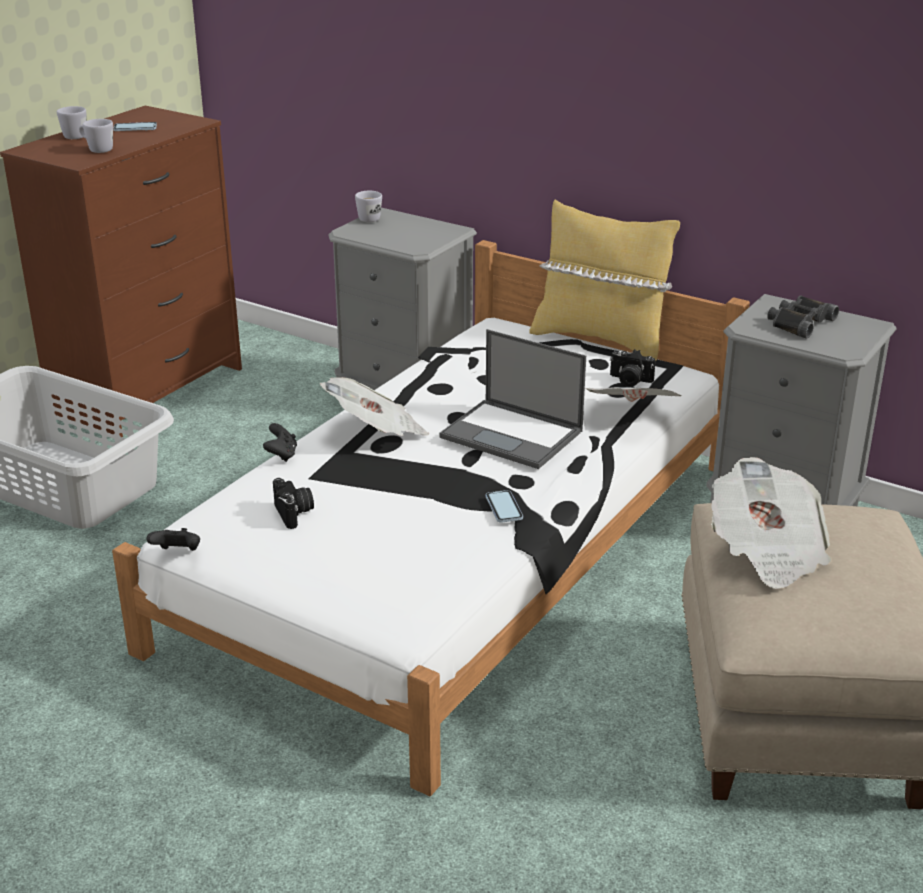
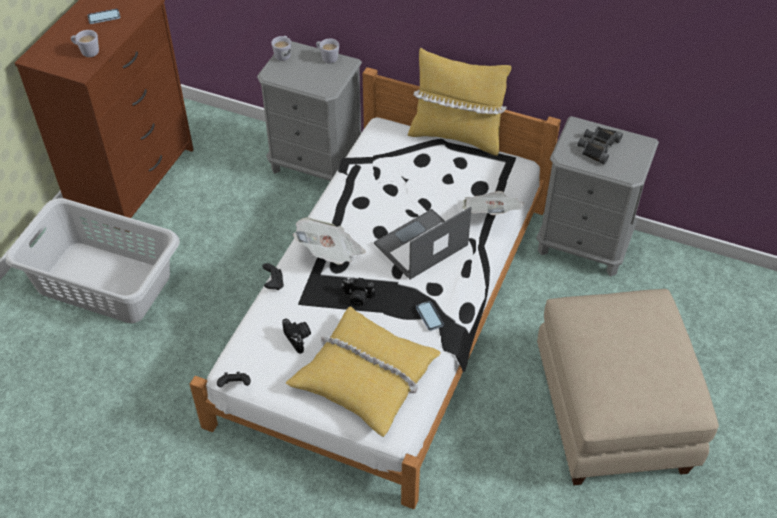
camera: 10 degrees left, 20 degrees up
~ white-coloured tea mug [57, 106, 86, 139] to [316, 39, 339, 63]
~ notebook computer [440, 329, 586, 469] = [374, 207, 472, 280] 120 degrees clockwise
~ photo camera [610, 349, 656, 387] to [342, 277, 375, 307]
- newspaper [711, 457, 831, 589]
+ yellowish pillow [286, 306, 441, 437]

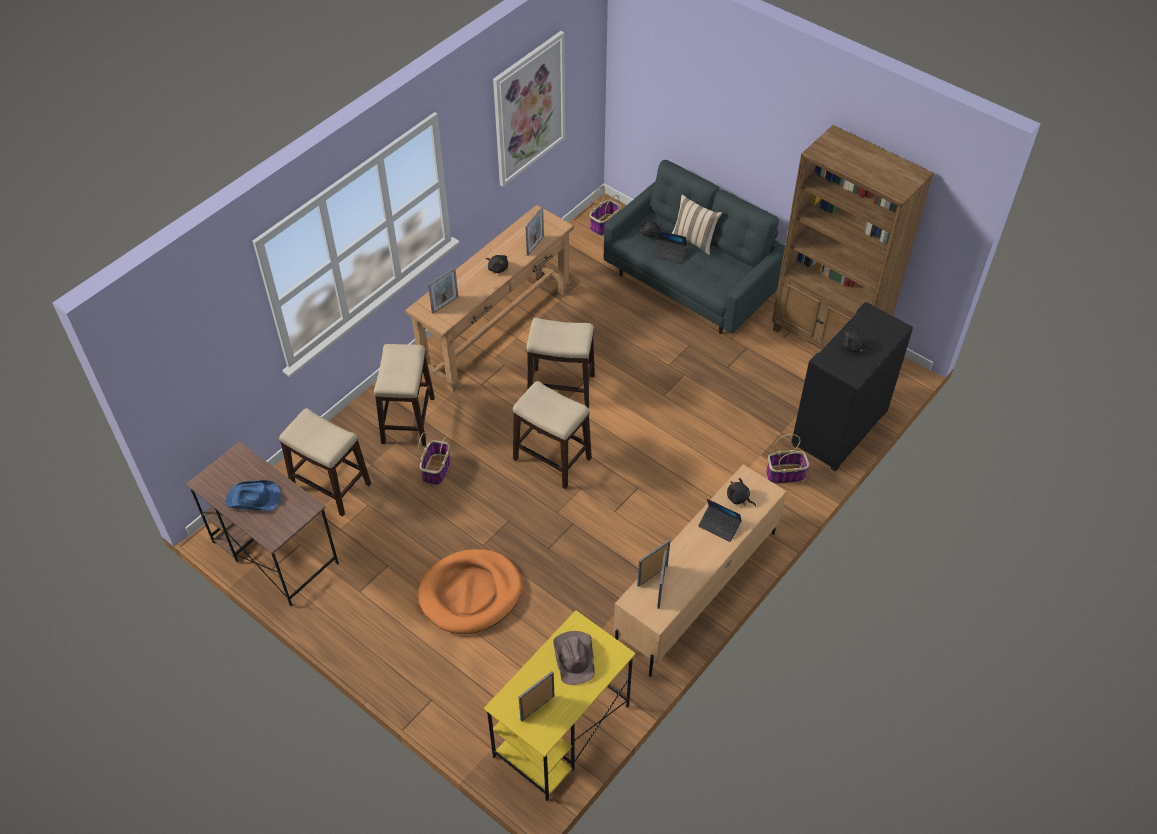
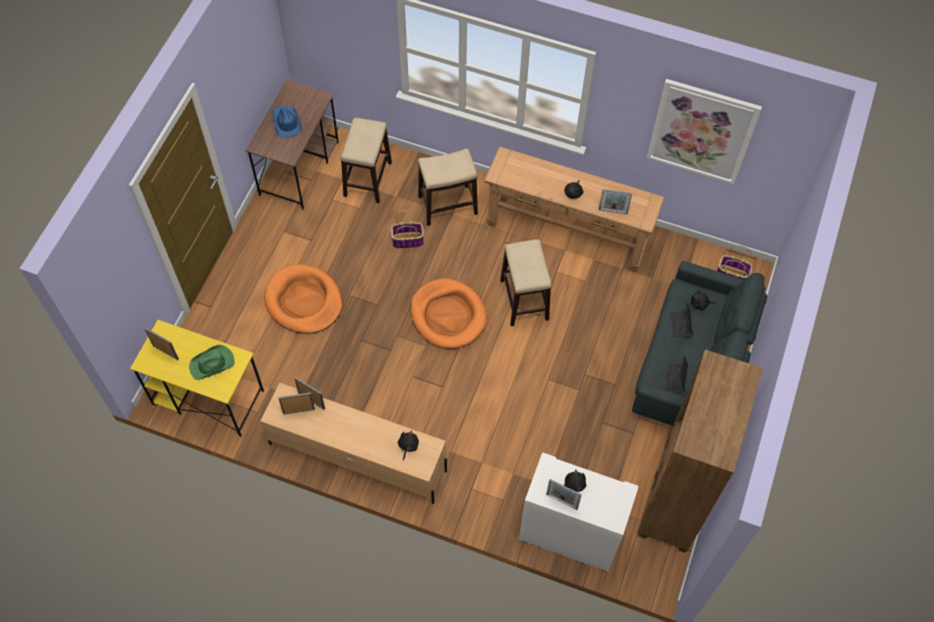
camera: 70 degrees right, 10 degrees up
~ picture frame [428, 268, 458, 313] to [546, 479, 582, 510]
~ stool seat [513, 381, 592, 489] to orange-coloured dog cushion [410, 279, 487, 349]
~ brownish wearable hat [553, 631, 595, 685] to green-coloured wearable hat [189, 345, 235, 380]
- beige pillow [671, 194, 722, 255]
~ notebook computer [698, 499, 742, 542] to [665, 355, 688, 391]
- storage basket [766, 434, 809, 484]
~ black-coloured storage cabinet [791, 302, 913, 472] to white-coloured storage cabinet [519, 452, 639, 572]

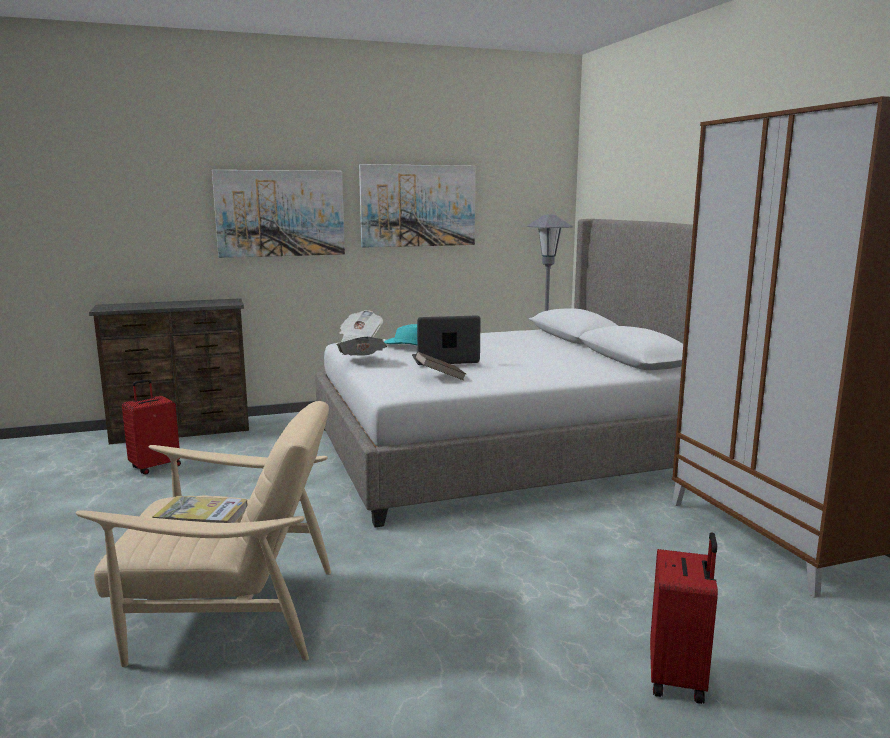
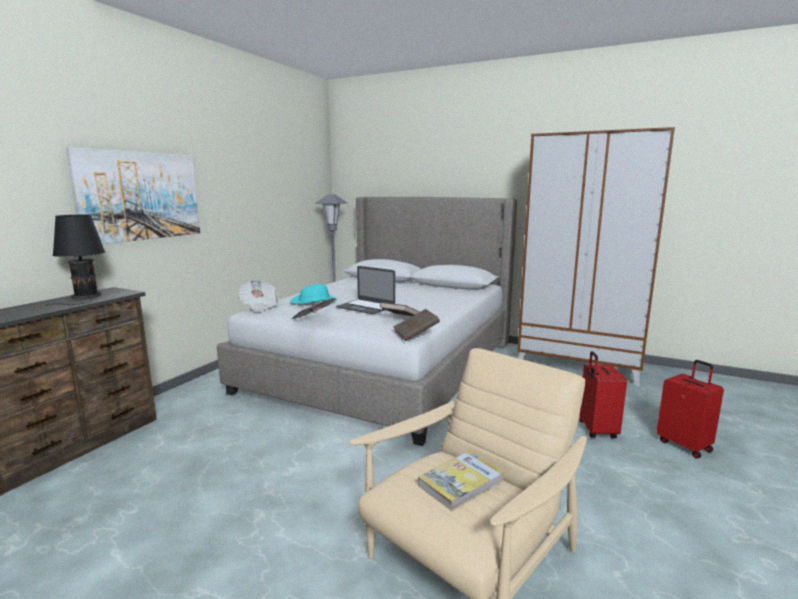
camera: 45 degrees left, 0 degrees up
~ red piece of luggage [122, 379, 181, 474] to [579, 351, 627, 438]
- picture [359, 164, 475, 248]
~ notebook computer [412, 315, 481, 365] = [336, 266, 395, 314] 90 degrees counterclockwise
+ black-coloured table lamp [46, 215, 106, 306]
+ brownish book [394, 309, 440, 341]

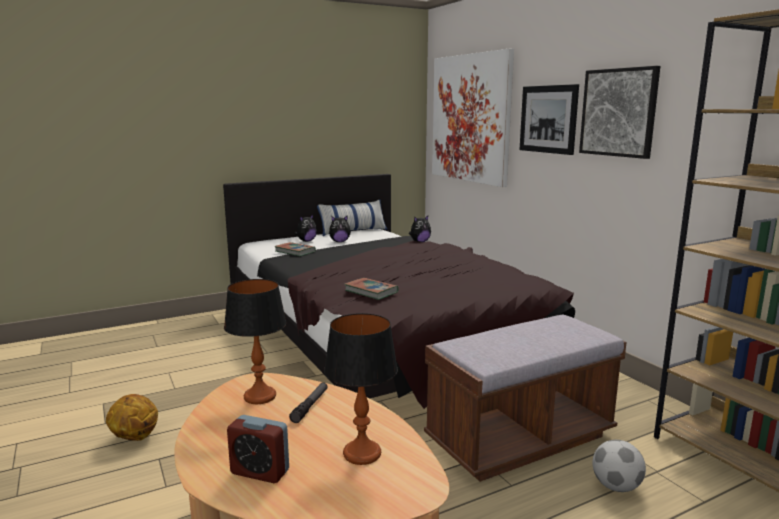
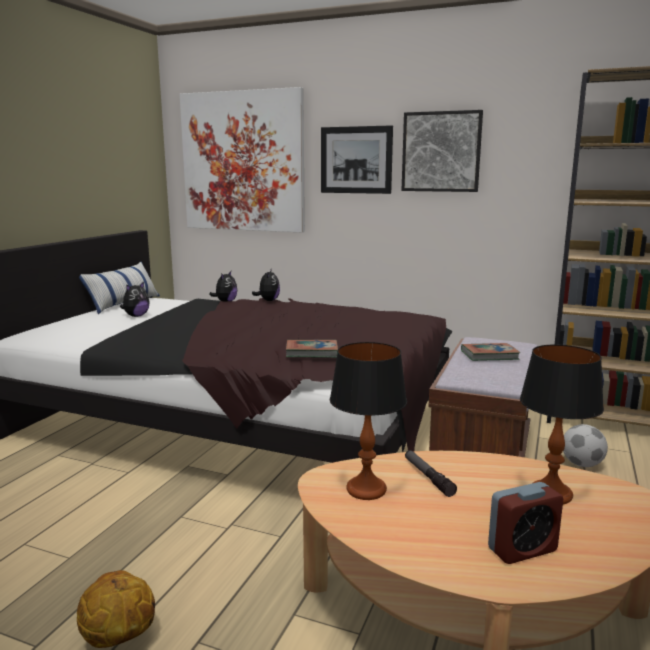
camera: 40 degrees left, 0 degrees up
~ book [274, 242, 316, 256] to [461, 343, 520, 361]
~ soft toy [294, 214, 317, 242] to [252, 268, 280, 301]

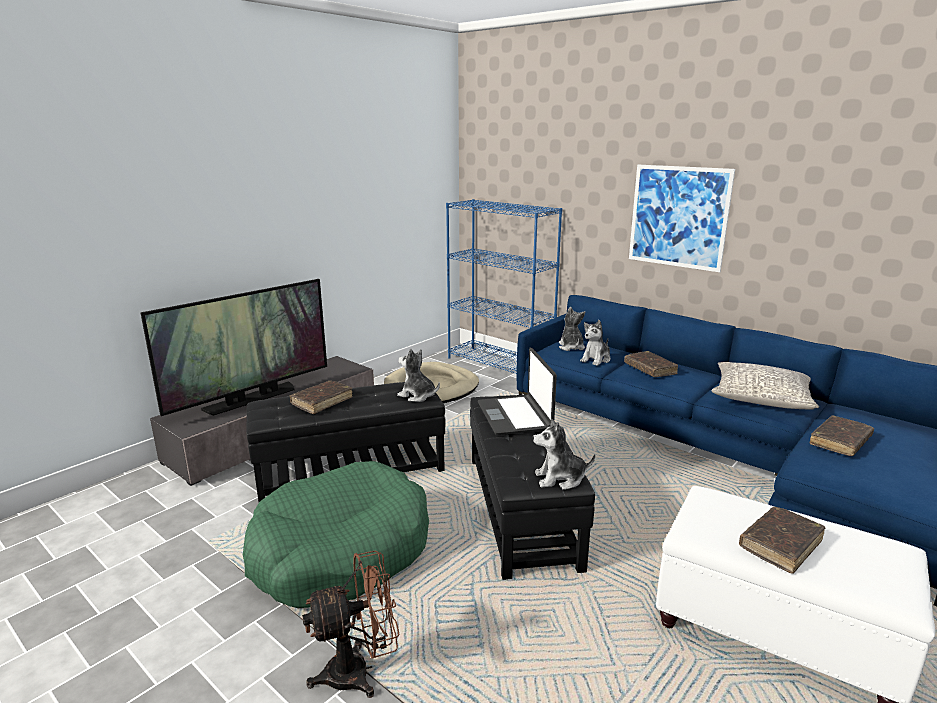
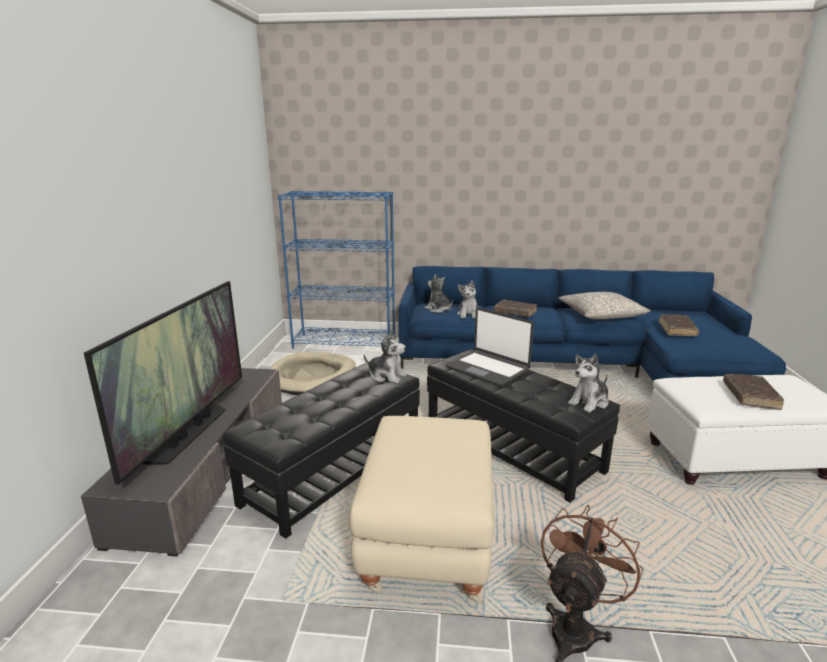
camera: 35 degrees left, 0 degrees up
~ green-coloured dog cushion [243, 461, 429, 608] to beige footrest [349, 416, 494, 603]
- brownish book [290, 381, 352, 414]
~ soft toy [397, 349, 440, 402] = [364, 330, 407, 383] 150 degrees counterclockwise
- picture [629, 165, 735, 272]

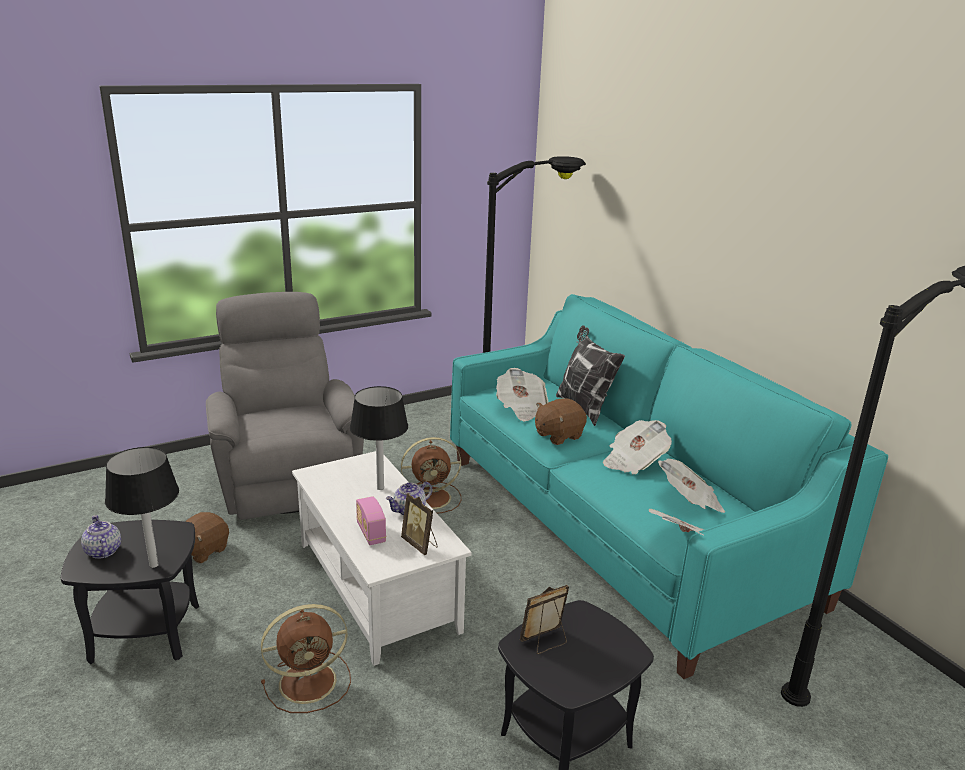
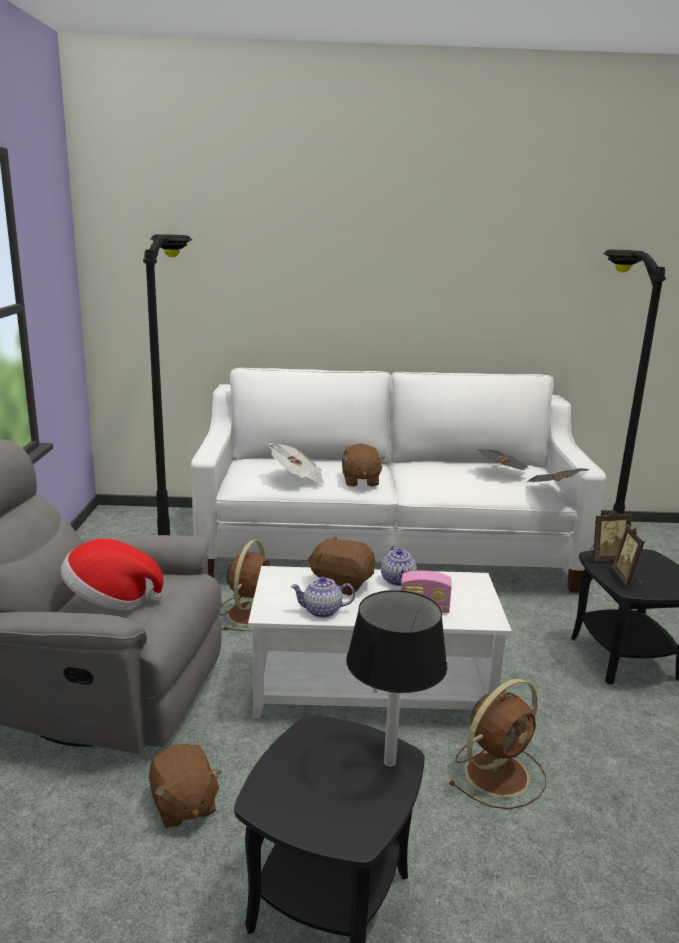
camera: 60 degrees left, 5 degrees down
~ pot for tea [81, 515, 121, 559] to [291, 576, 355, 618]
~ brownish cooling fan [261, 604, 351, 713] = [448, 679, 546, 809] 45 degrees clockwise
~ black-coloured table lamp [350, 386, 408, 490] to brownish soft toy [308, 535, 375, 596]
~ picture frame [401, 493, 438, 555] to [589, 510, 632, 561]
~ blue-green settee [450, 294, 888, 679] to white-coloured settee [191, 368, 606, 593]
- pillow [556, 325, 625, 426]
- newspaper [603, 420, 672, 474]
+ wearable hat [61, 539, 163, 610]

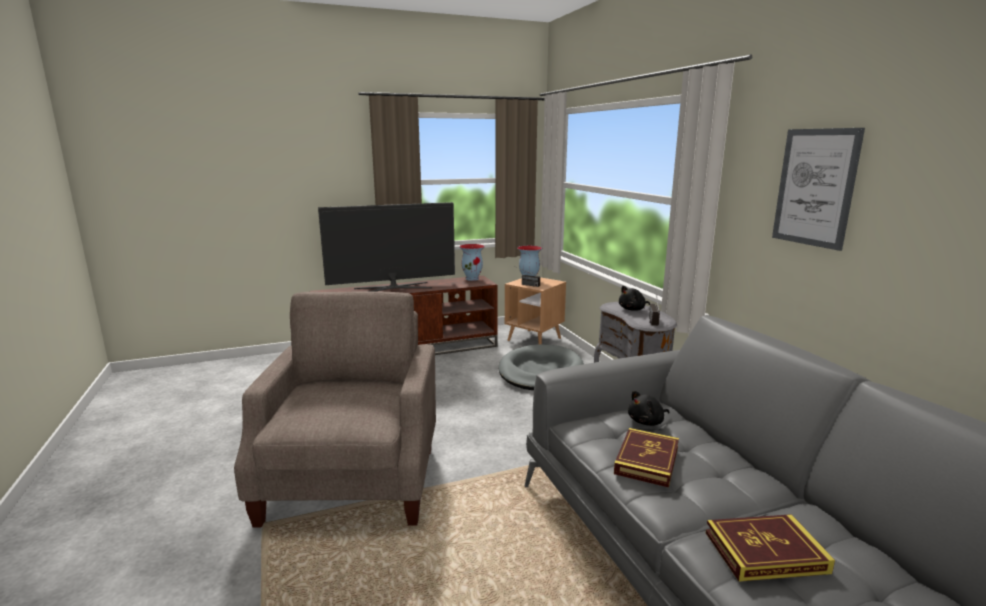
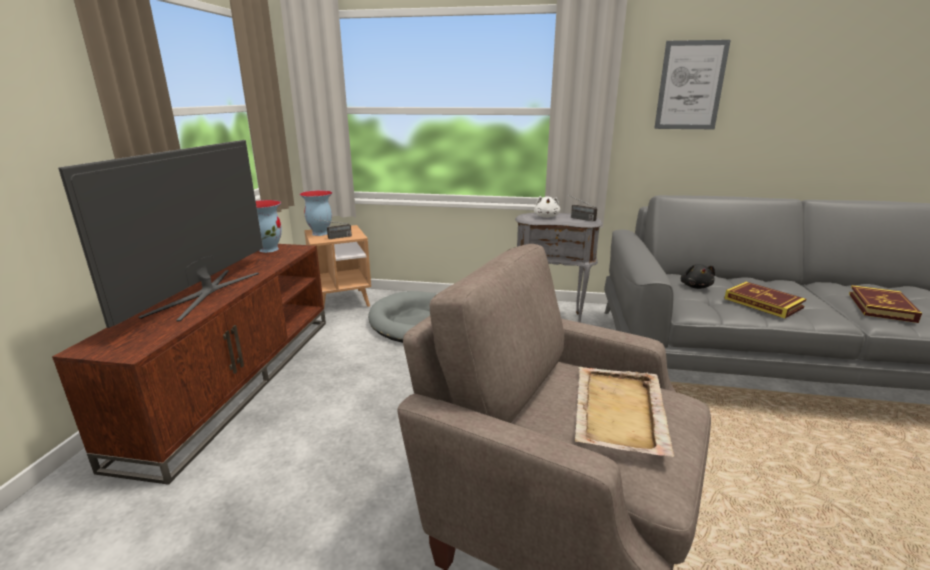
camera: 60 degrees left, 5 degrees up
~ black-coloured soft toy [619, 286, 650, 311] to white-coloured soft toy [534, 196, 560, 218]
+ beige carrying tray [575, 367, 674, 457]

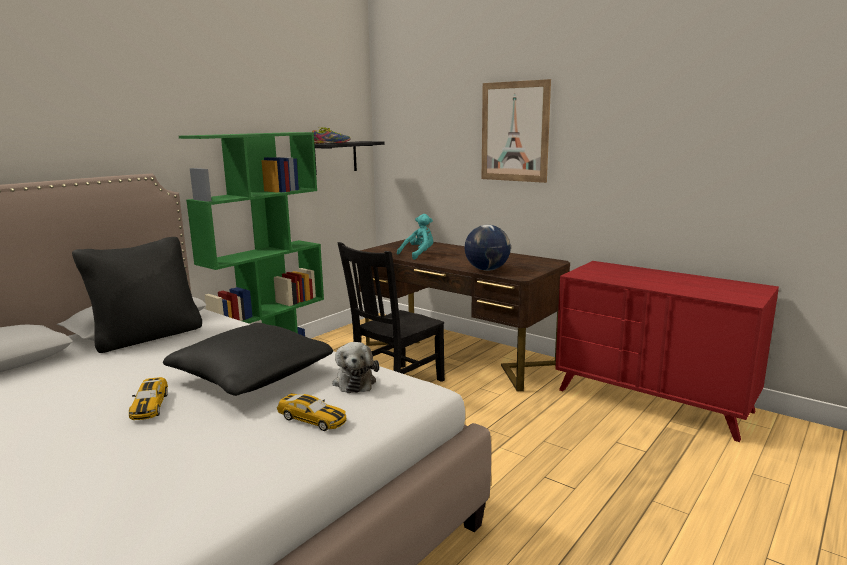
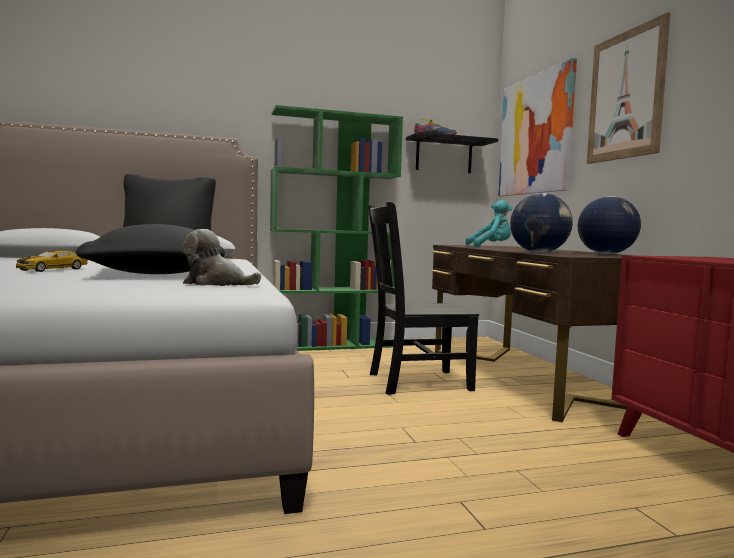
camera: 35 degrees right, 10 degrees down
- model car [277, 393, 347, 431]
~ soft toy [332, 342, 379, 393] = [182, 229, 261, 286] 75 degrees clockwise
+ picture [498, 58, 577, 196]
+ world globe [578, 196, 641, 254]

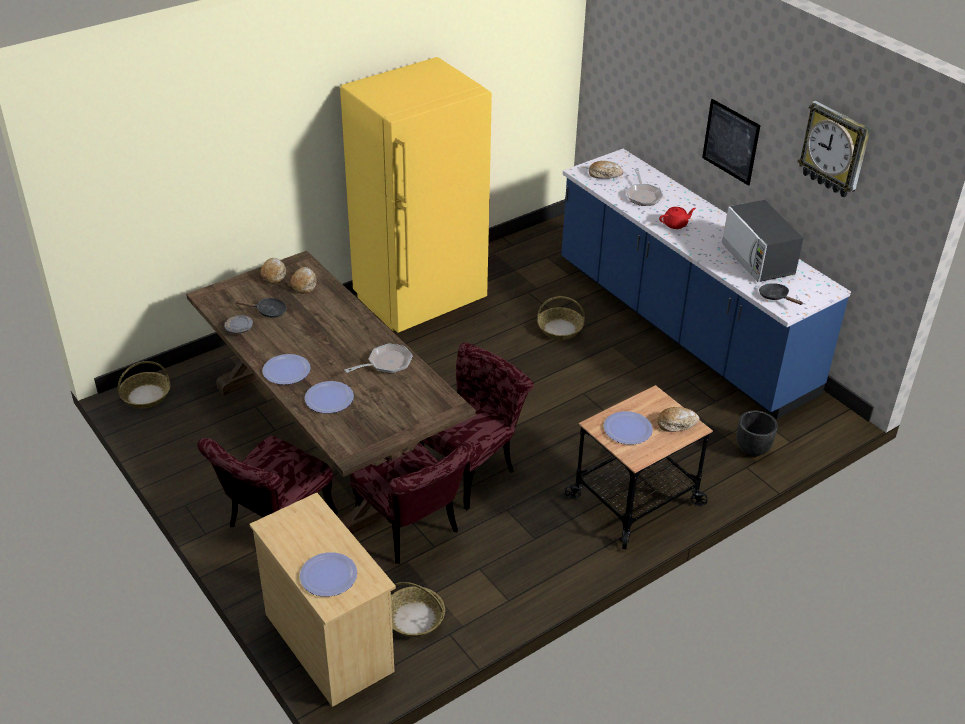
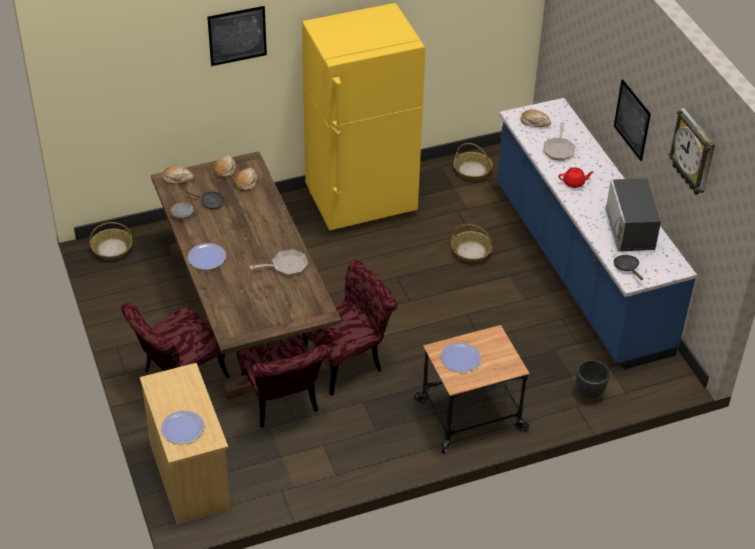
camera: 15 degrees right, 5 degrees up
- plate [305, 381, 354, 413]
~ storage basket [391, 582, 445, 637] to [453, 143, 493, 180]
~ bread [657, 407, 699, 432] to [162, 166, 194, 183]
+ picture [207, 6, 267, 66]

